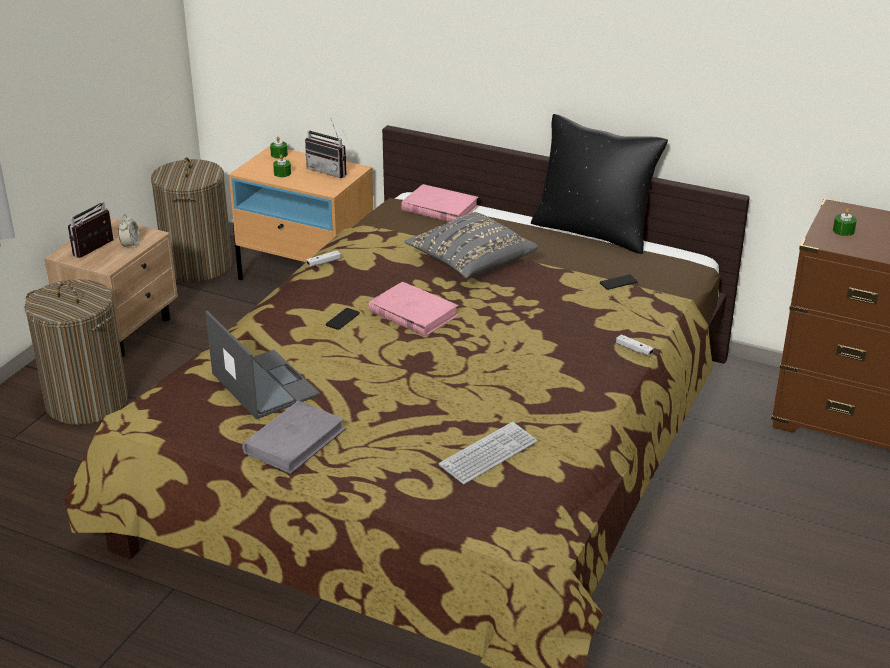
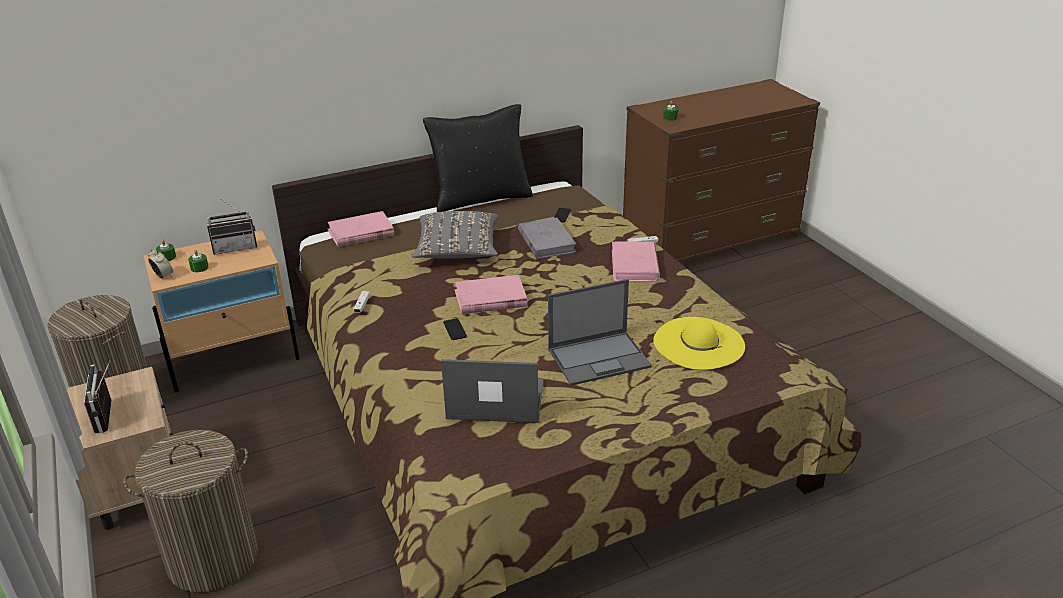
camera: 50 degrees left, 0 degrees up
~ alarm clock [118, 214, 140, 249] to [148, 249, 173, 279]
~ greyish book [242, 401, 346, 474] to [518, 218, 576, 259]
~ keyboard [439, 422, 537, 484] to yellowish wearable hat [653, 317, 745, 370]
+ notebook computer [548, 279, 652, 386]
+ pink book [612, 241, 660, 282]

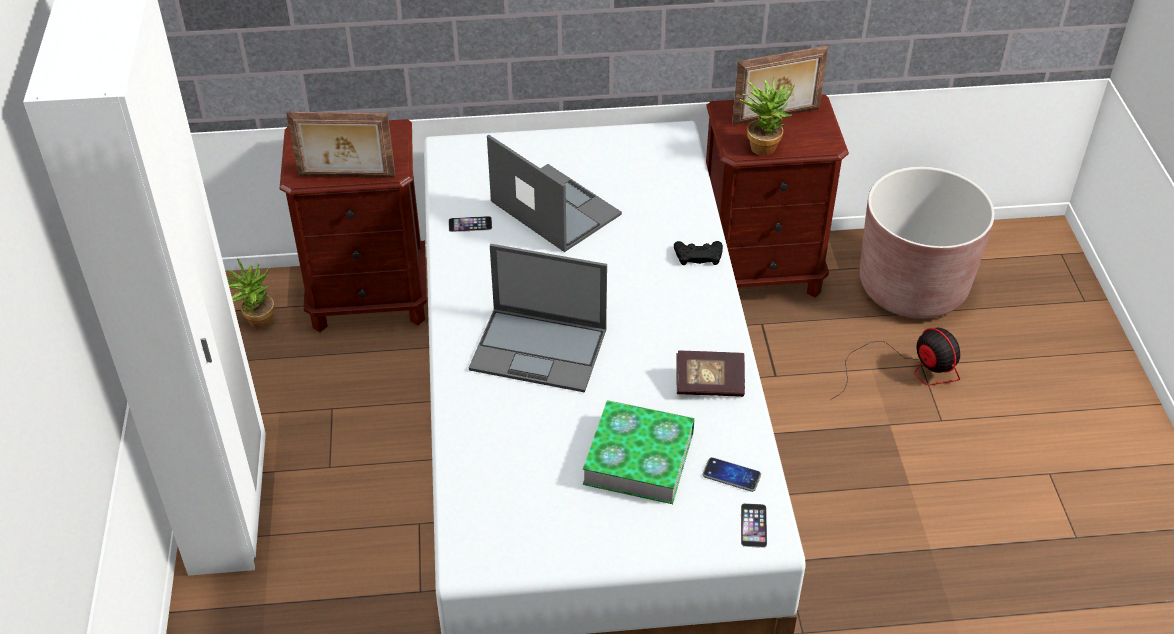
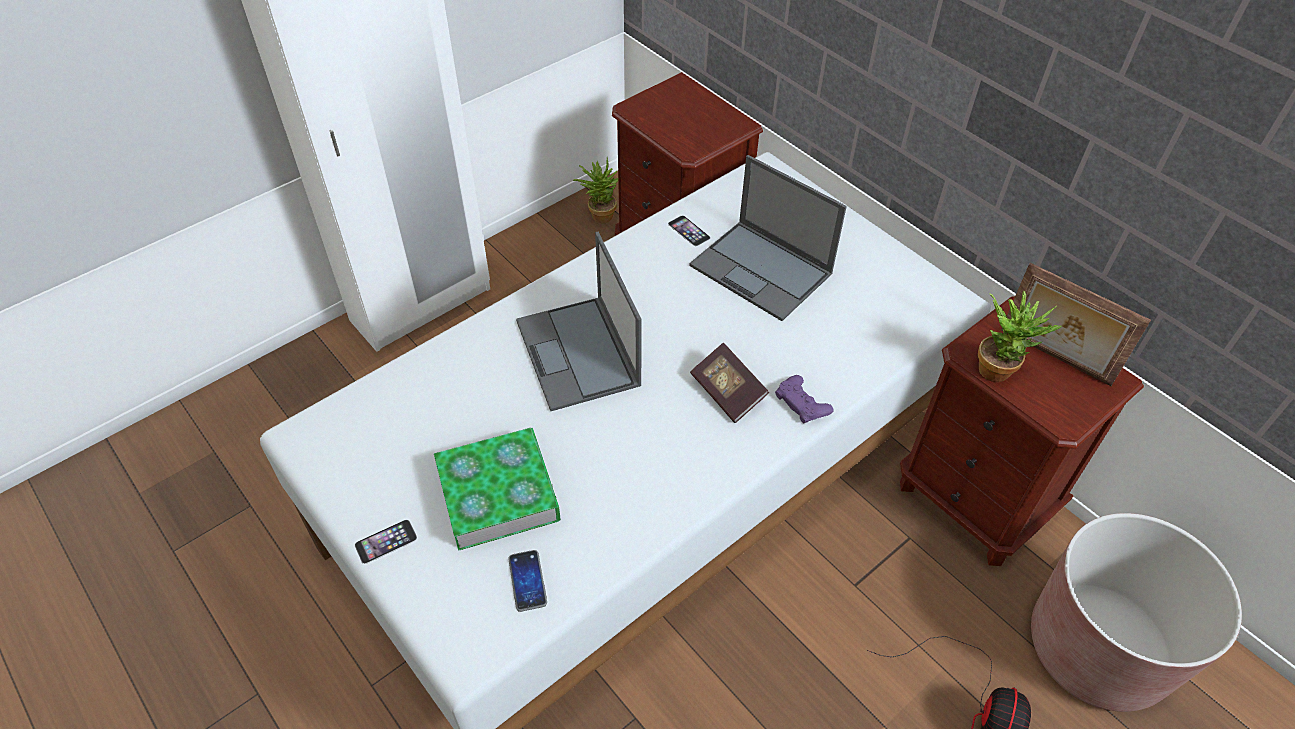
camera: 55 degrees right, 5 degrees up
- picture frame [286, 112, 396, 178]
~ notebook computer [487, 135, 622, 252] = [689, 155, 847, 321] 120 degrees clockwise
~ black-coloured game controller [674, 241, 723, 265] to purplish game controller [775, 375, 834, 423]
~ book [676, 351, 745, 397] to [690, 343, 769, 423]
~ handset [741, 503, 767, 548] to [355, 520, 417, 564]

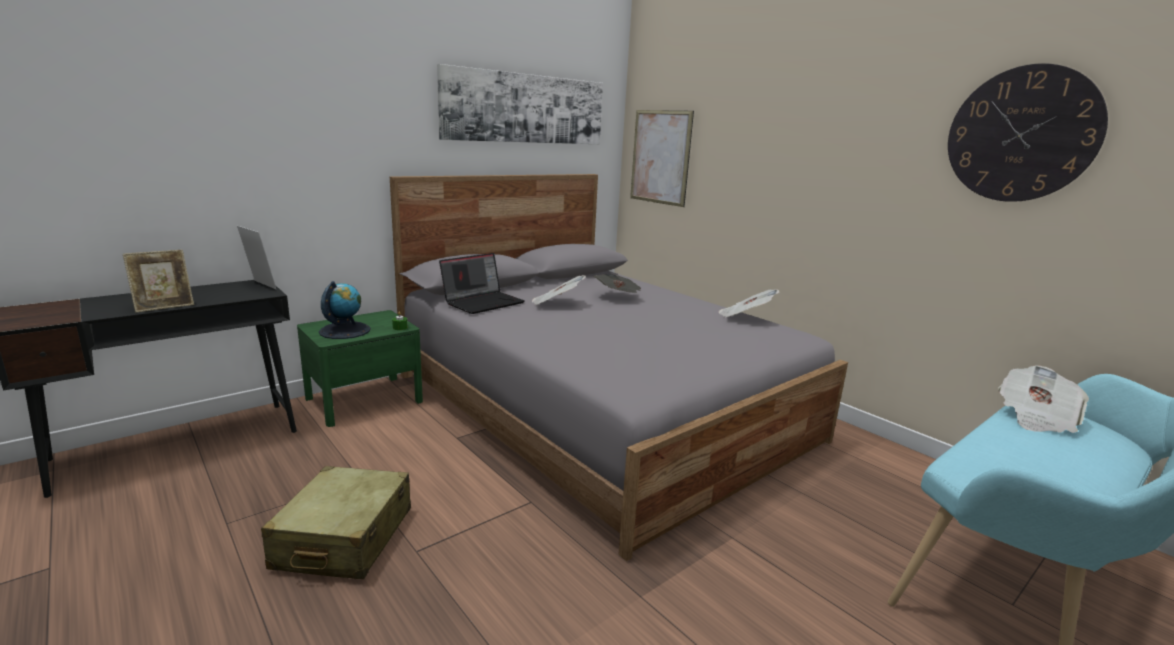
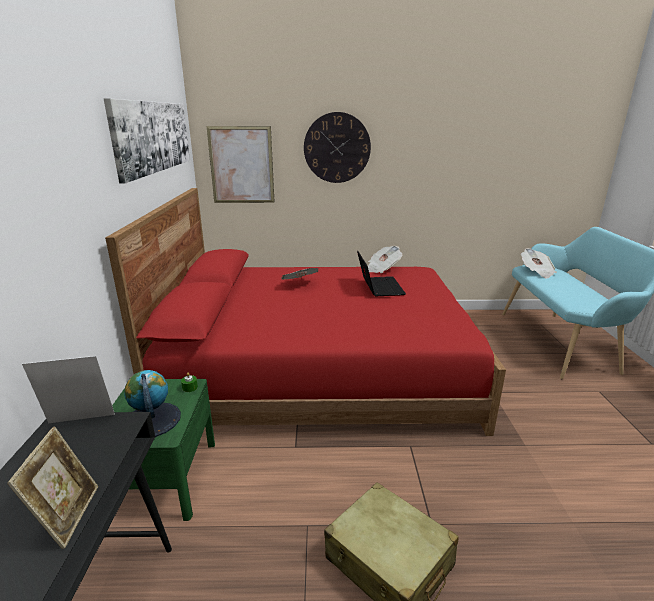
camera: 50 degrees left, 5 degrees up
~ greyish bedroom bed [390, 174, 848, 561] to red bedroom bed [105, 188, 506, 436]
~ notebook computer [439, 253, 525, 314] to [357, 251, 406, 296]
- newspaper [532, 275, 586, 305]
~ wall clock [948, 63, 1108, 202] to [304, 112, 371, 183]

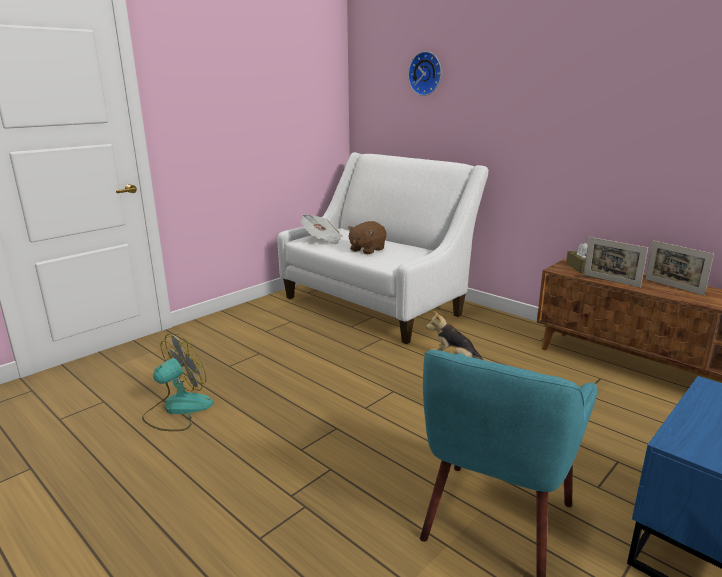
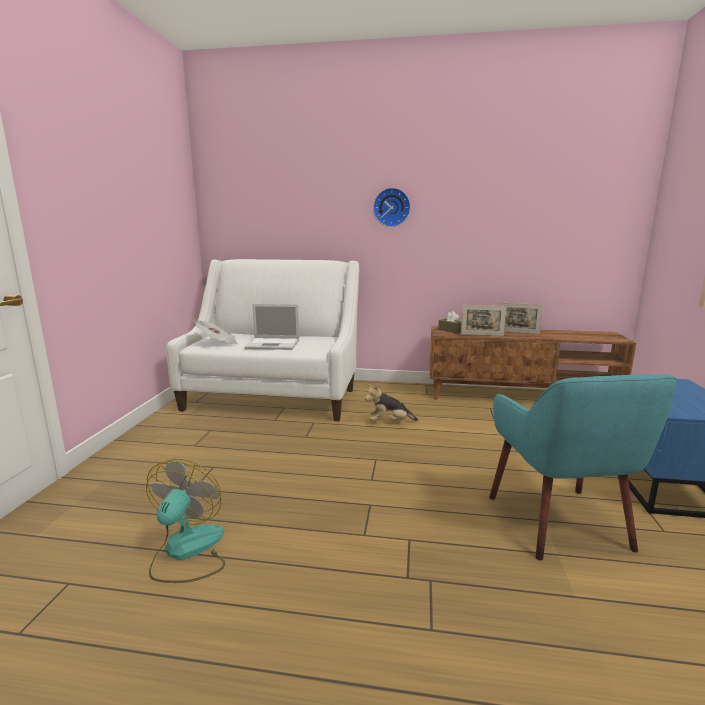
camera: 35 degrees left, 5 degrees down
~ brownish soft toy [348, 221, 386, 254] to notebook computer [244, 304, 299, 350]
~ wall clock [408, 51, 441, 96] to [373, 188, 411, 227]

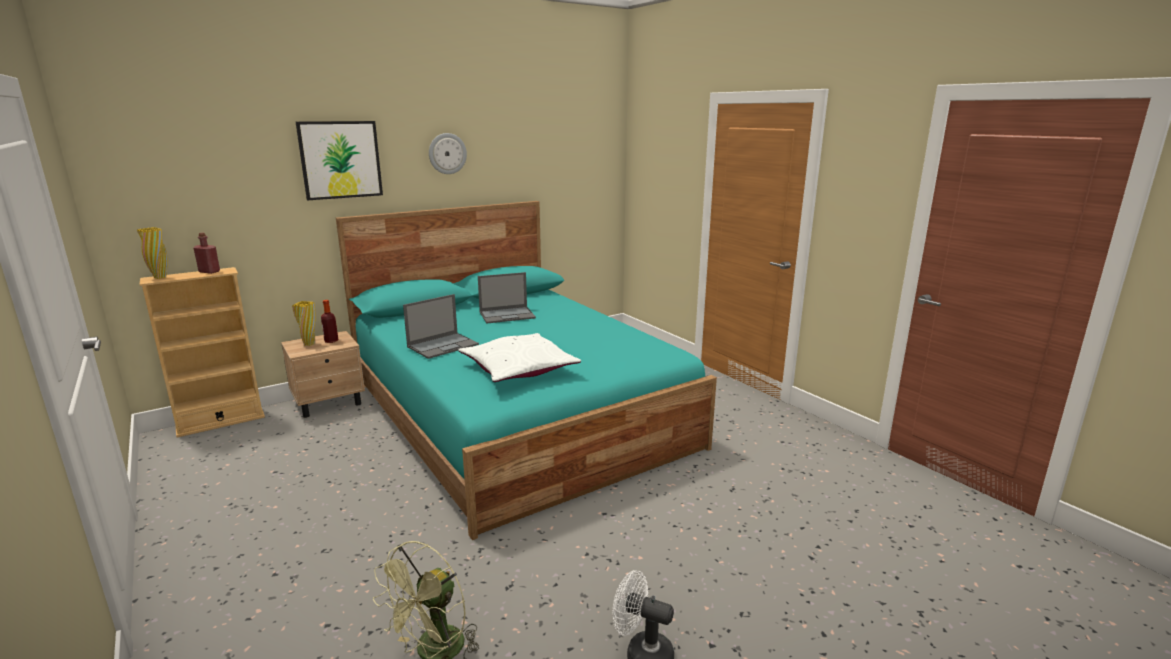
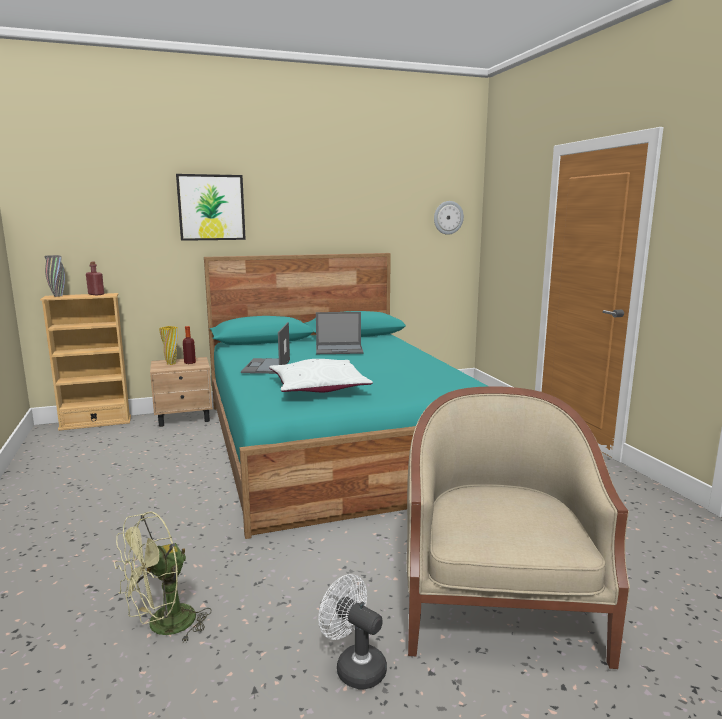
camera: 15 degrees right, 5 degrees down
~ yellowish vase [137, 227, 168, 279] to greyish vase [44, 255, 65, 297]
~ notebook computer [403, 294, 479, 359] = [241, 322, 290, 374] 120 degrees clockwise
~ wall clock [429, 133, 467, 174] to [434, 201, 464, 235]
+ beige easy chair [407, 386, 630, 669]

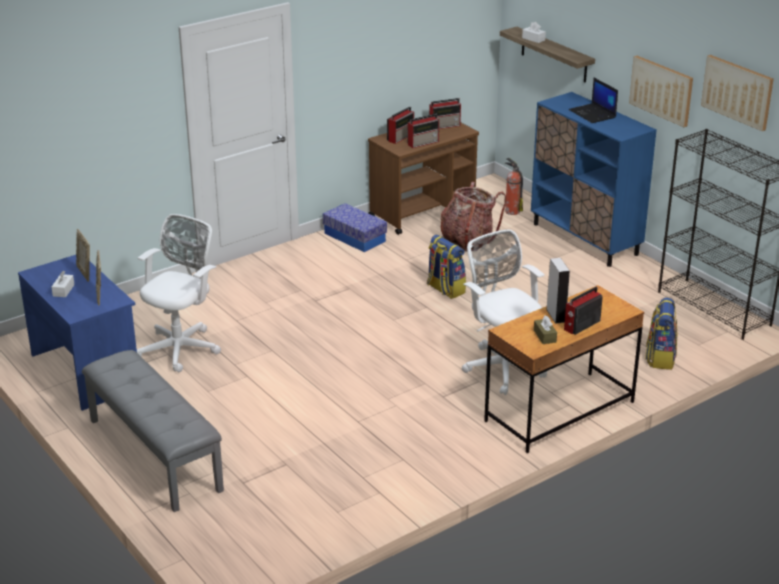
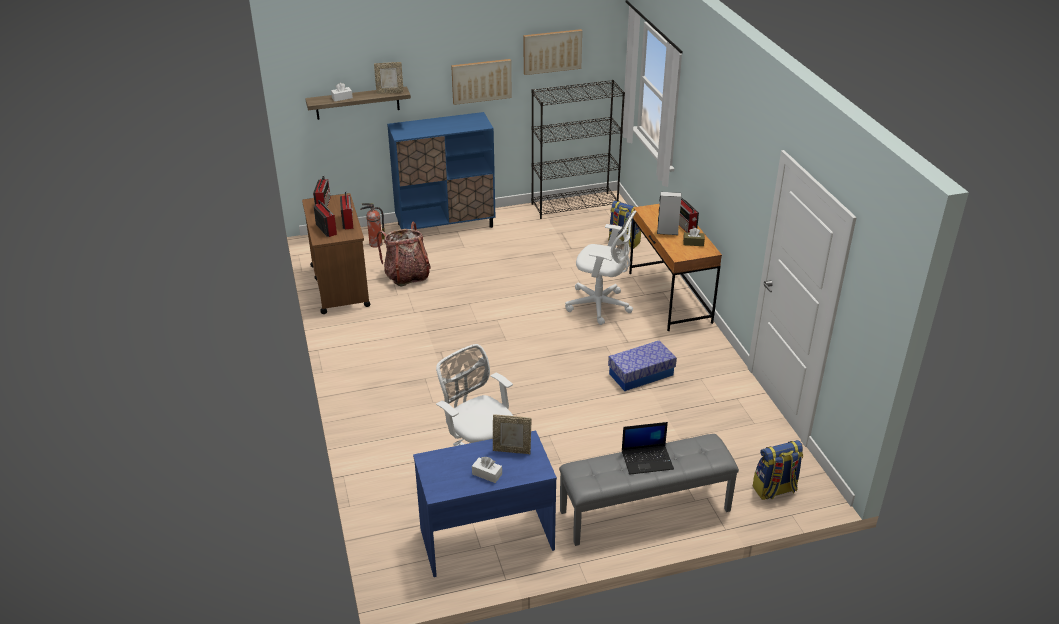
camera: 70 degrees left, 5 degrees up
~ picture frame [76, 229, 90, 282] to [374, 62, 404, 94]
~ storage box [323, 203, 387, 252] to [608, 340, 677, 391]
~ knapsack [427, 235, 466, 299] to [753, 440, 803, 500]
~ white-coloured desk chair [462, 230, 547, 395] = [565, 211, 636, 325] 150 degrees counterclockwise
~ notebook computer [569, 78, 618, 123] to [622, 422, 674, 475]

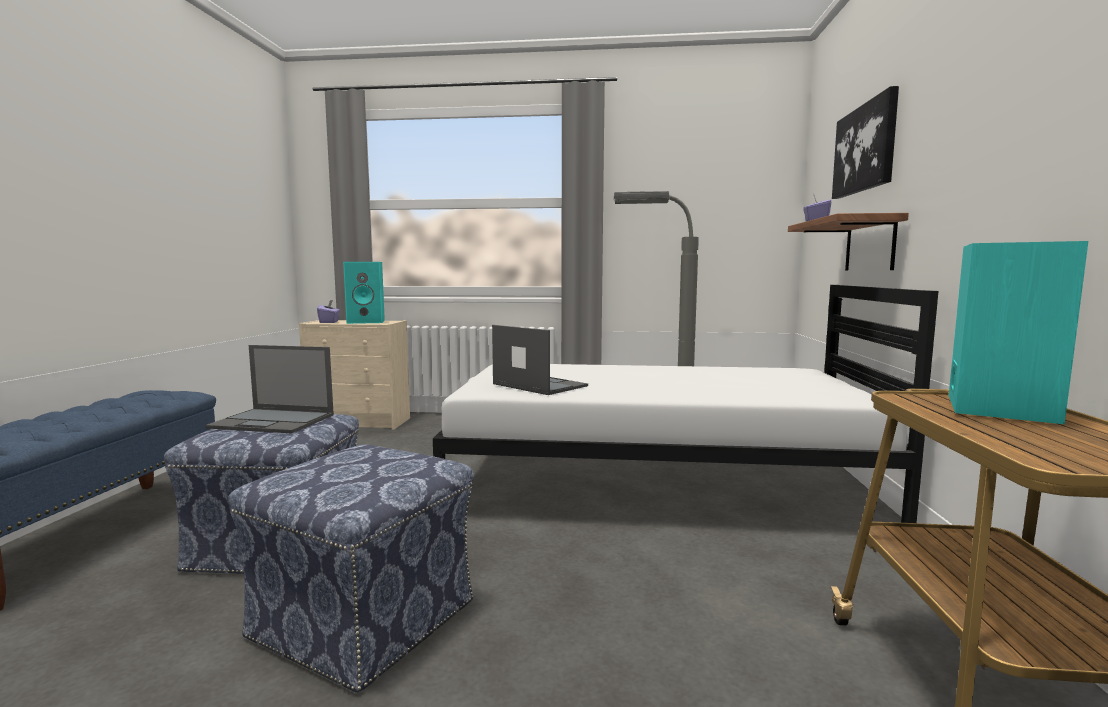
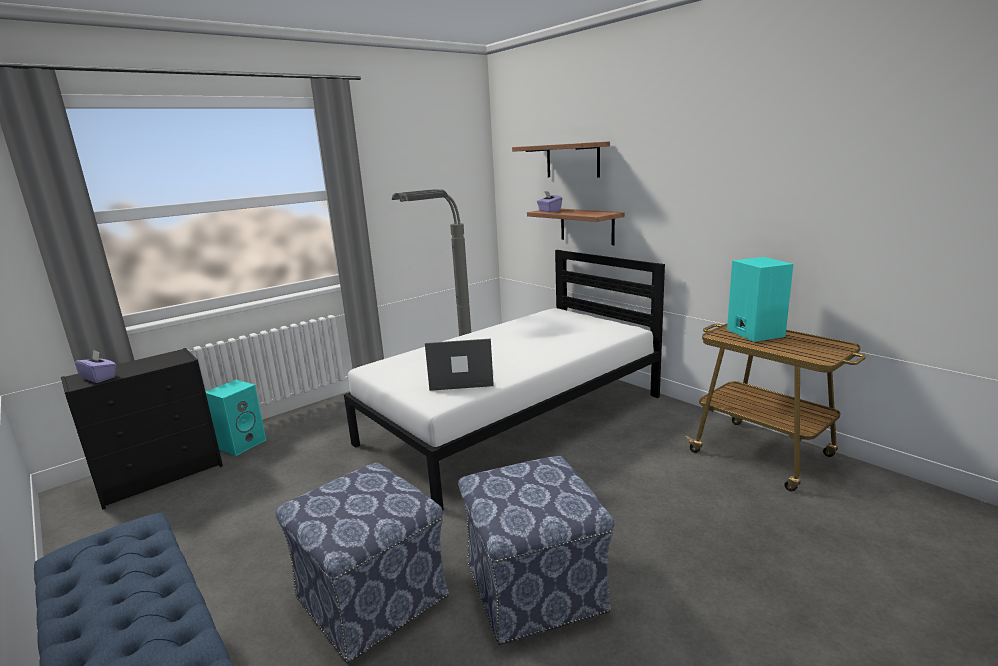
camera: 45 degrees left, 10 degrees up
- notebook computer [205, 345, 334, 433]
~ beige drawer chest [299, 320, 410, 430] to black-coloured drawer chest [61, 348, 223, 510]
~ blue-green loudspeaker [343, 262, 385, 324] to [206, 380, 266, 456]
~ picture [832, 86, 899, 199] to bracket shelf [512, 142, 610, 177]

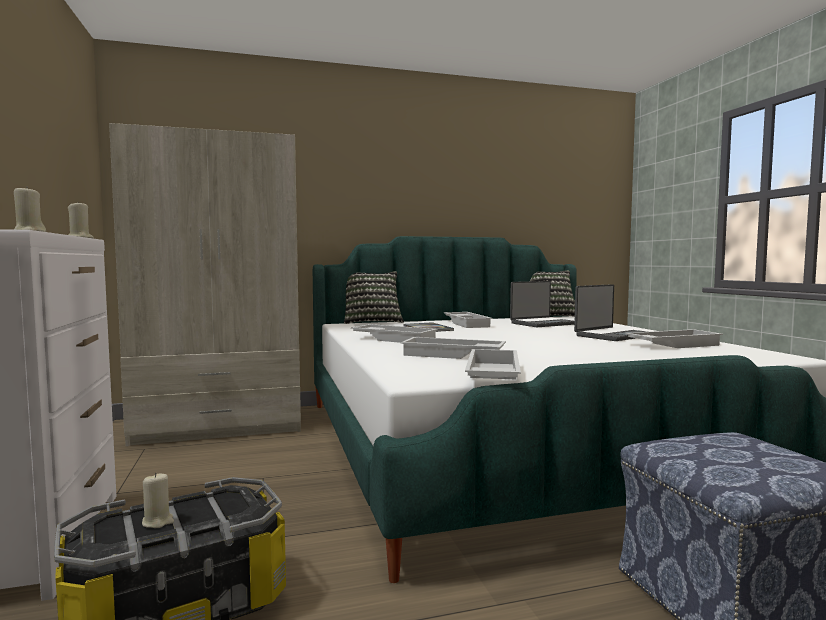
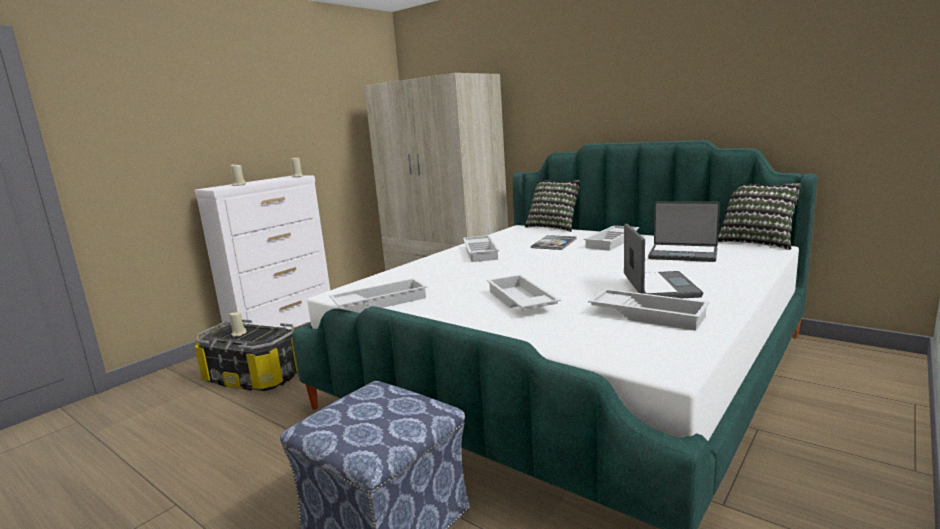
camera: 55 degrees right, 10 degrees up
~ white-coloured carrying tray [401, 337, 506, 359] to [487, 274, 561, 310]
~ notebook computer [574, 284, 648, 341] = [624, 224, 703, 298] 105 degrees counterclockwise

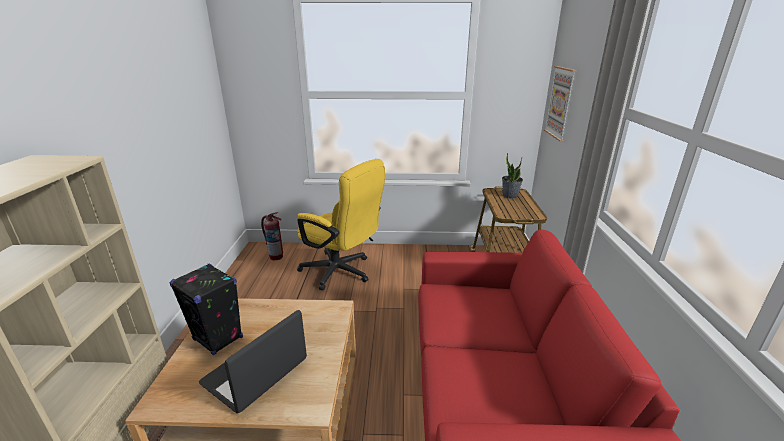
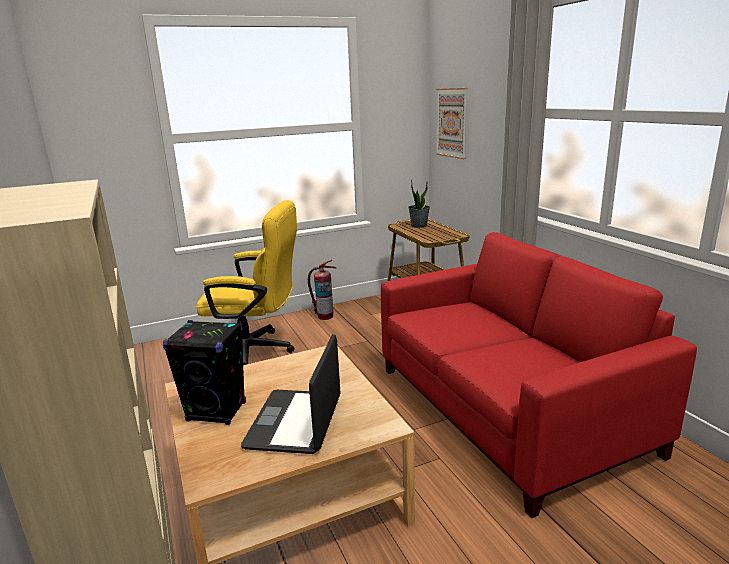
camera: 25 degrees left, 5 degrees down
~ fire extinguisher [261, 212, 283, 261] to [308, 260, 336, 320]

